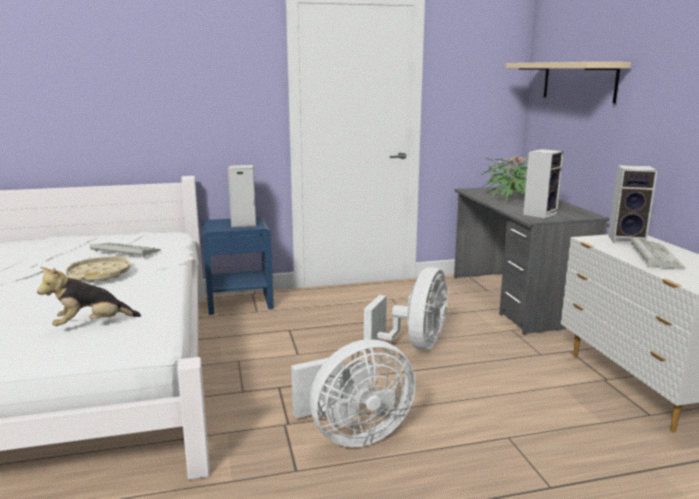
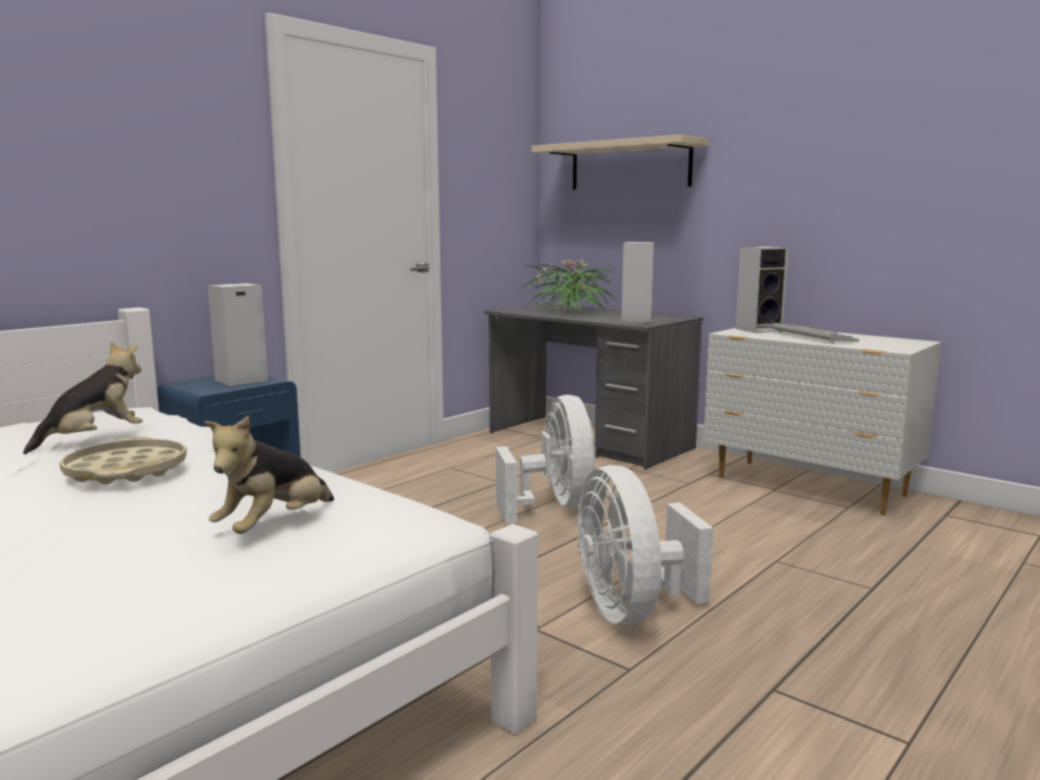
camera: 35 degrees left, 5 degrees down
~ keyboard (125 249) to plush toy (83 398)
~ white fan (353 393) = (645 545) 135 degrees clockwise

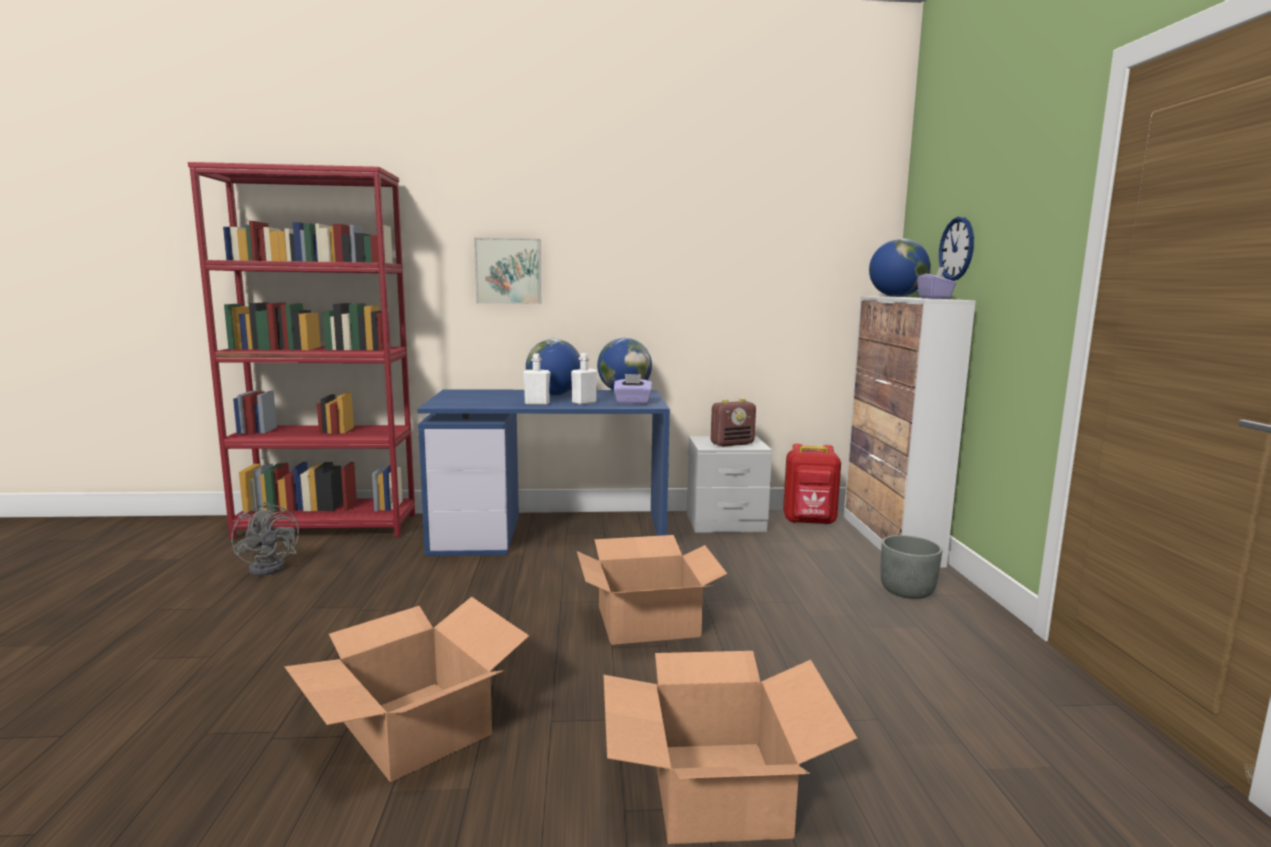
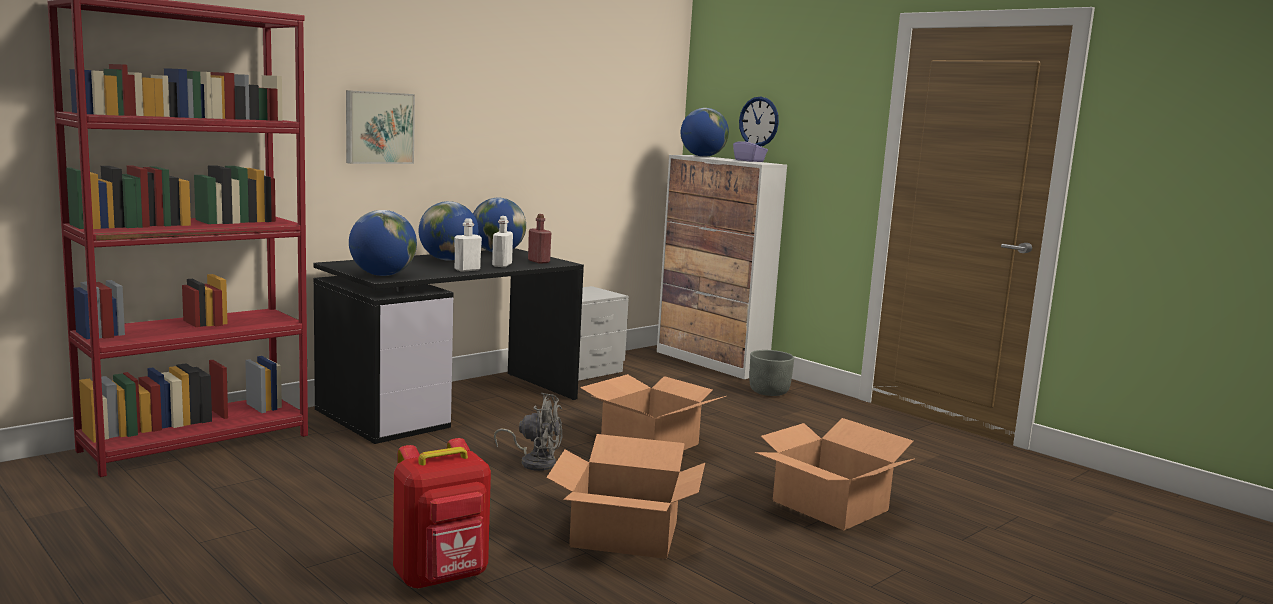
camera: 40 degrees left, 0 degrees up
~ blue desk (543 472) to black desk (448 346)
+ globe (383 243)
~ red backpack (812 484) to (442 513)
~ grey fan (265 539) to (528 432)
~ purple tissue box (633 389) to red bottle (539 239)
- radio (733 422)

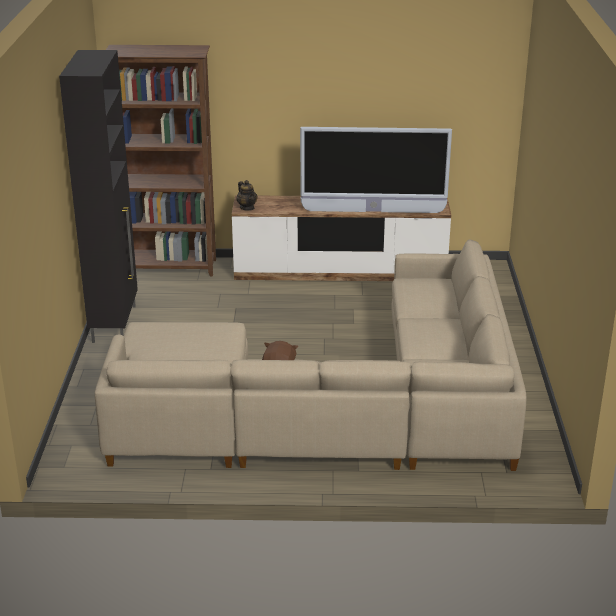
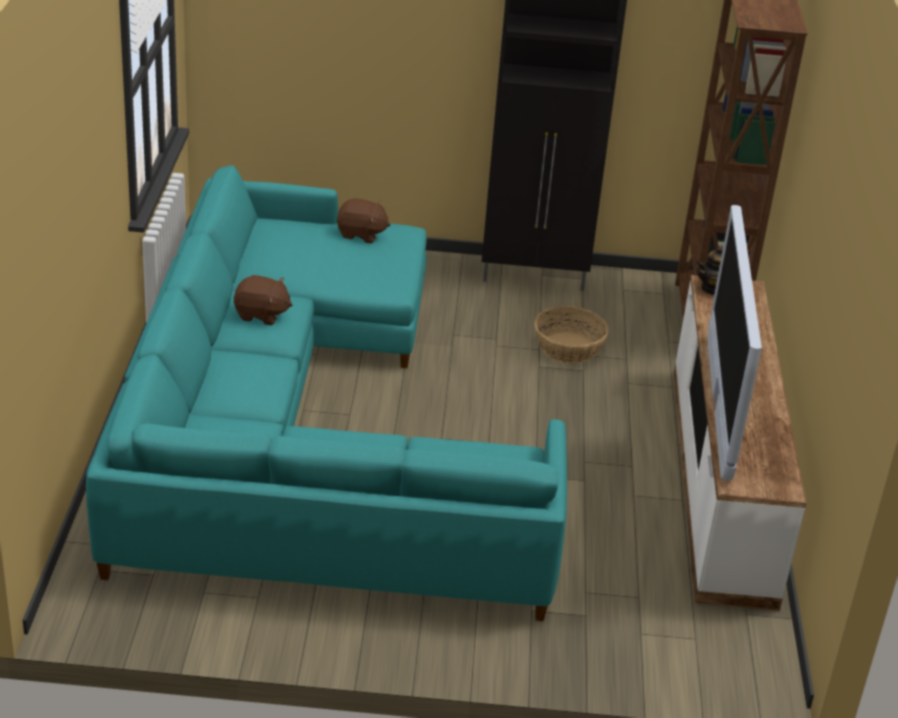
camera: 90 degrees right, 5 degrees up
~ beige sofa (310 355) to turquoise sofa (326 393)
+ brown plush toy (363 220)
+ basket (571 335)

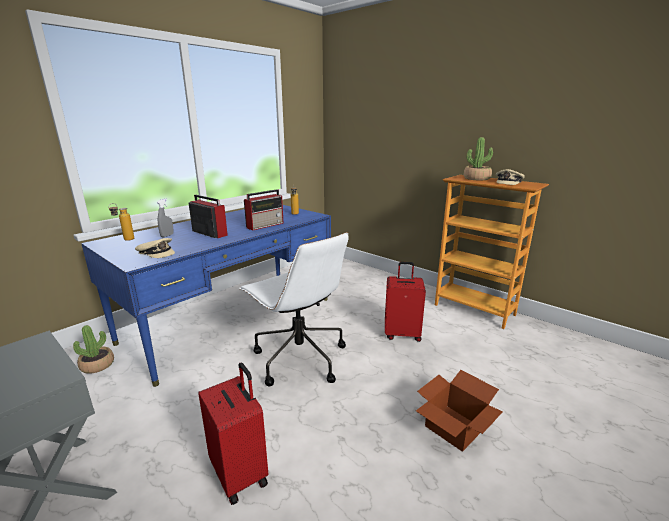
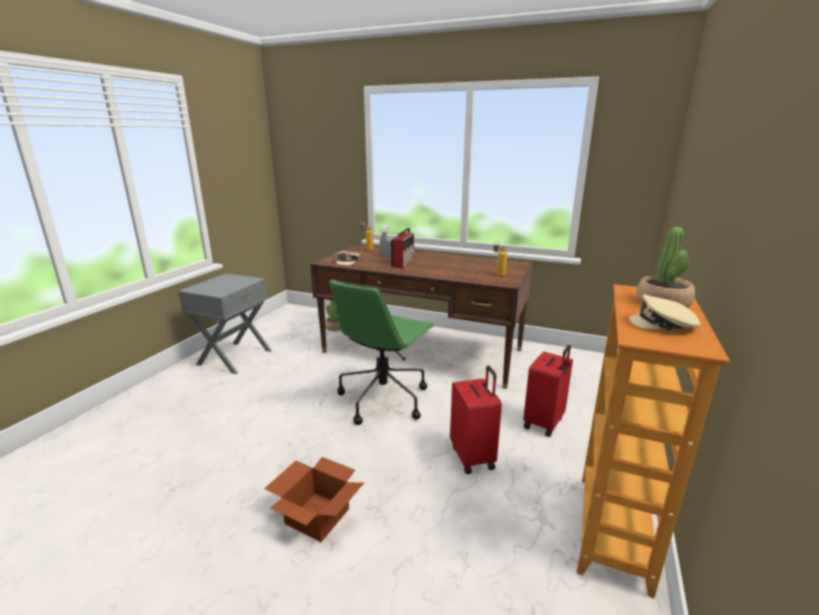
camera: 70 degrees right, 0 degrees up
~ blue desk (206 296) to brown desk (421 316)
~ white office chair (294 309) to green office chair (382 352)
~ red suitcase (233 433) to (548 391)
- radio (263 209)

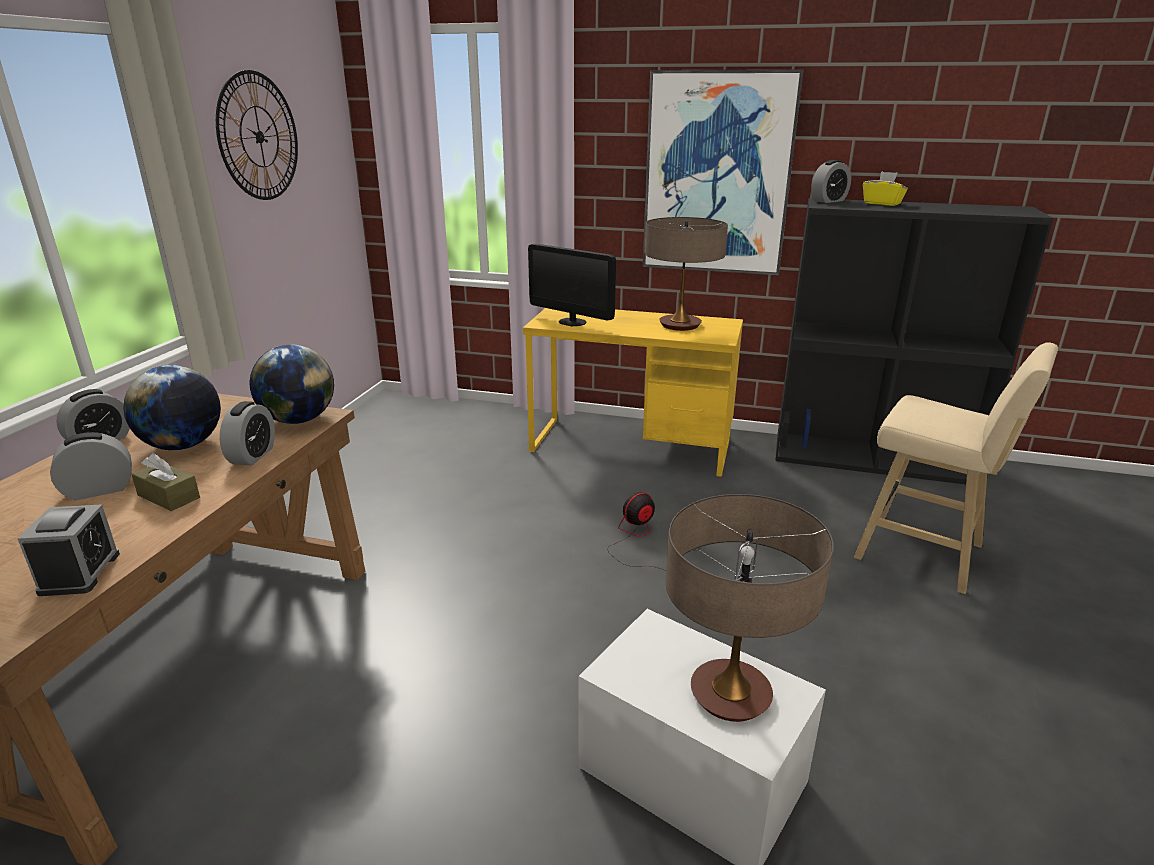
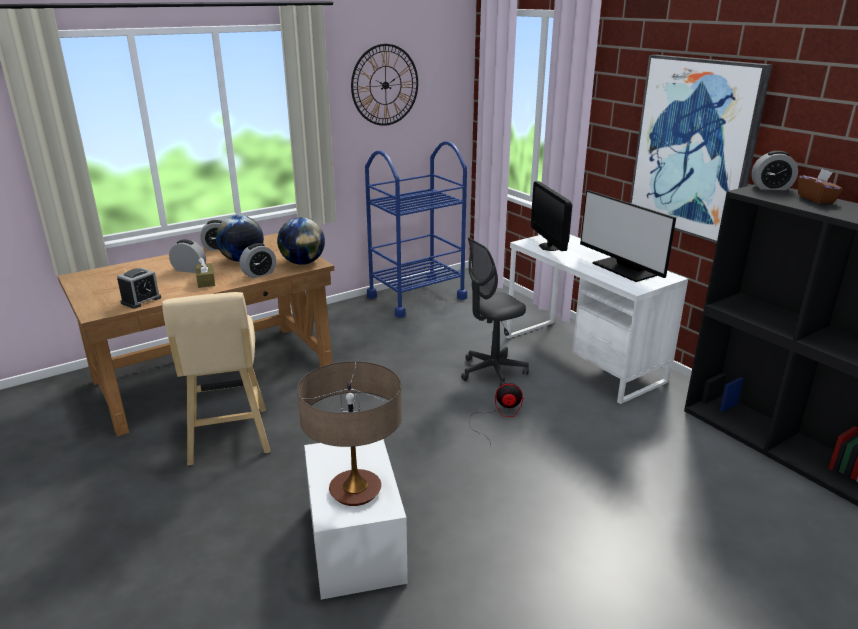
camera: 40 degrees right, 0 degrees up
~ beige stool (956 468) to (216 378)
+ blue cart (416 229)
+ grey office chair (495 312)
~ yellow desk (633 392) to white desk (597 319)
~ table lamp (686 274) to monitor (628 236)
~ yellow tissue box (885 188) to brown tissue box (820 186)

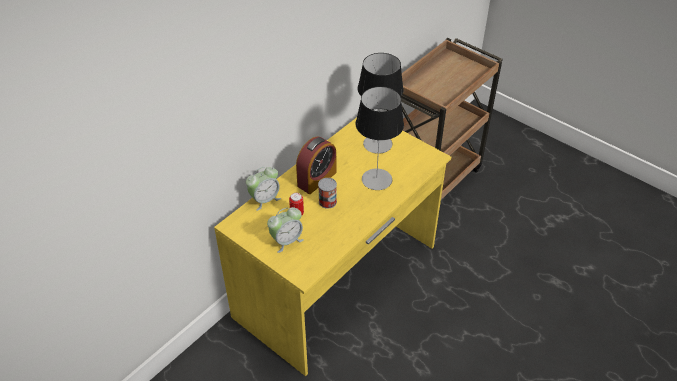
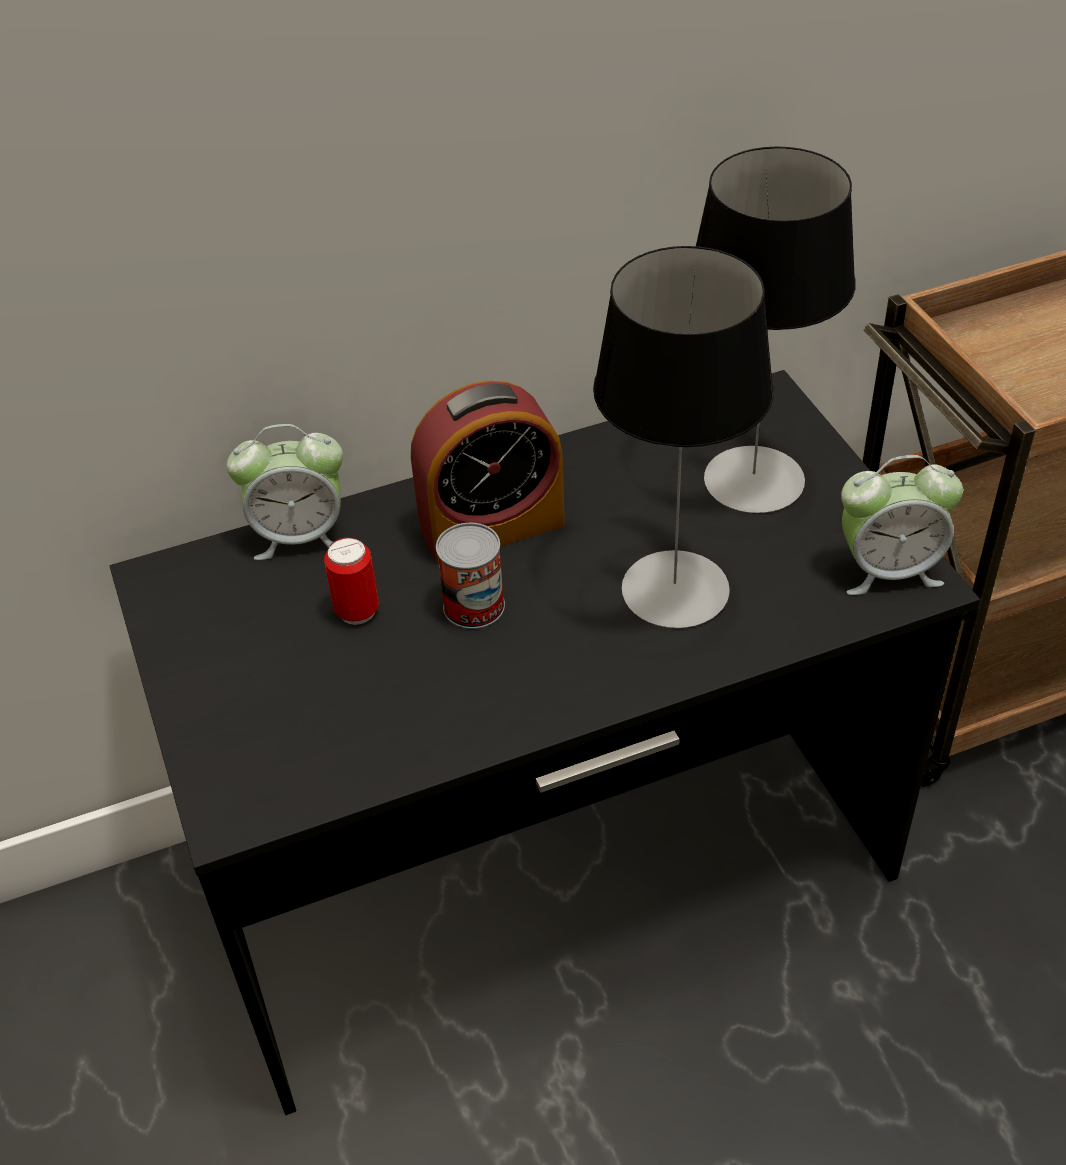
camera: 30 degrees right, 0 degrees up
~ yellow desk (332 247) to black desk (545 742)
~ alarm clock (285 230) to (902 525)

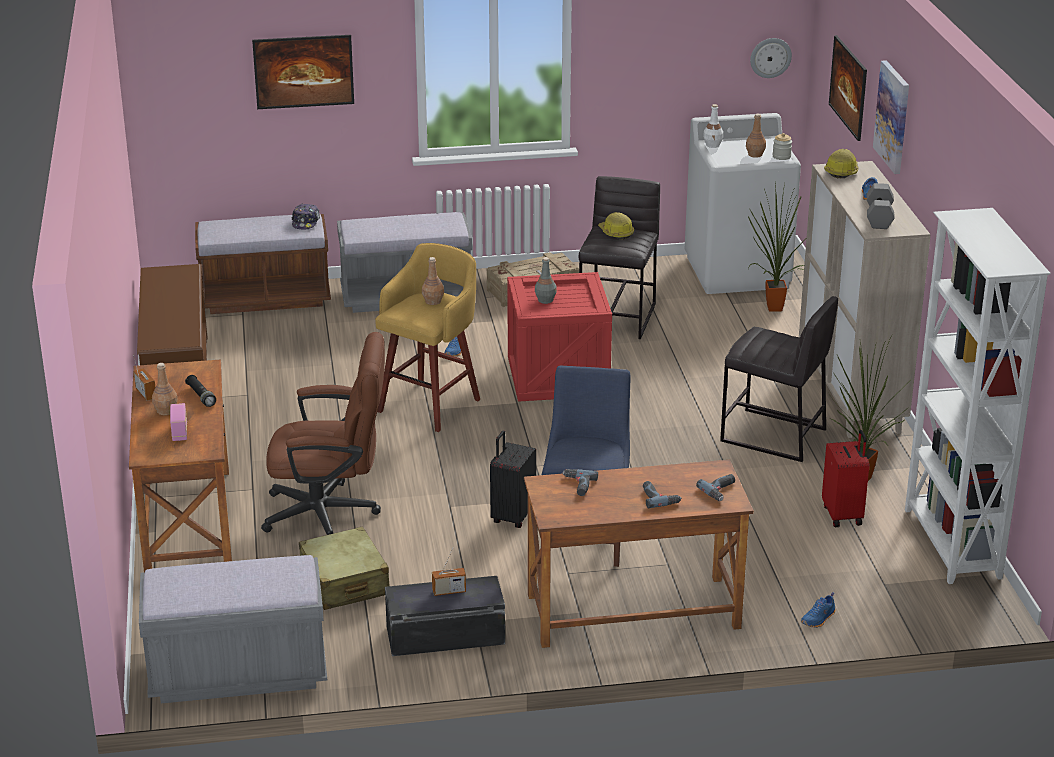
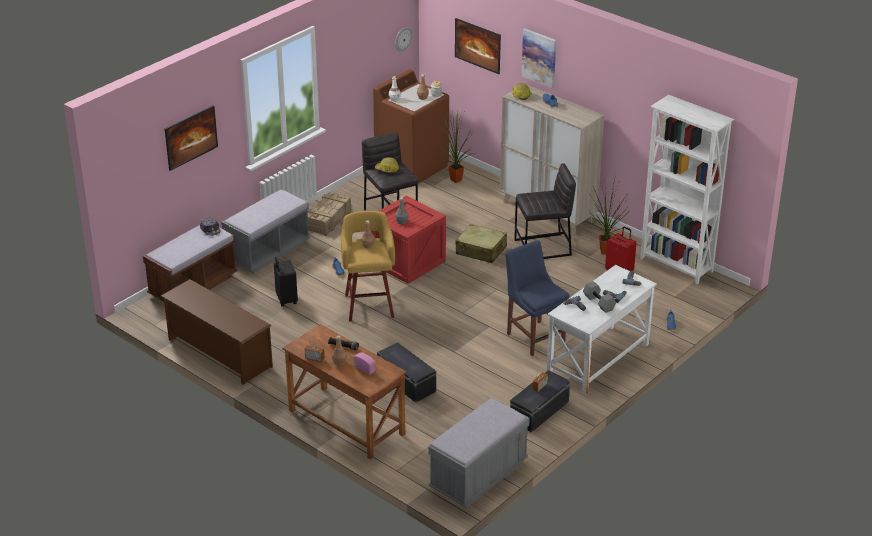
camera: 40 degrees left, 5 degrees up
~ black suitcase (513 479) to (286 281)
~ white washing machine (742 203) to brown washing machine (411 126)
~ brown office chair (323 433) to black storage box (406 372)
~ beige suitcase (344 568) to (481 243)
~ brown desk (639 554) to white desk (602 330)
~ grey dumbbell (881 206) to (599 297)

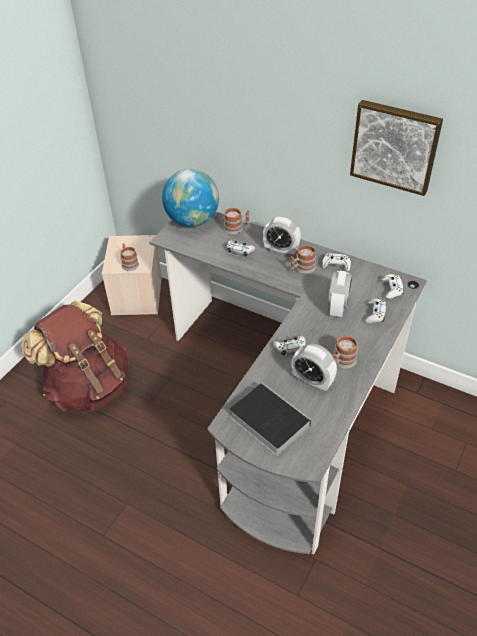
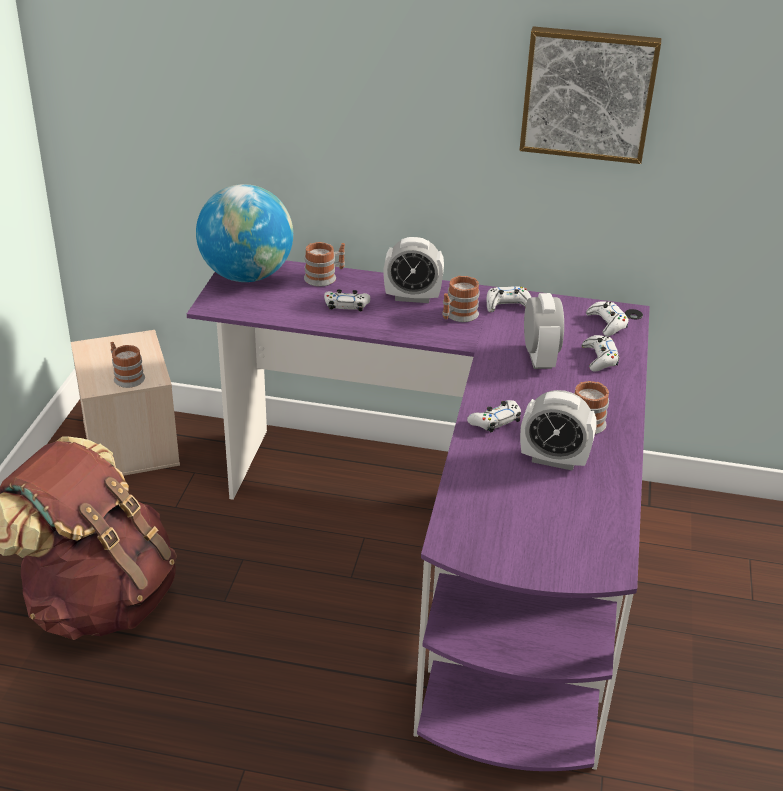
camera: 20 degrees left, 10 degrees down
~ grey desk (288 383) to purple desk (418 515)
- book (270 419)

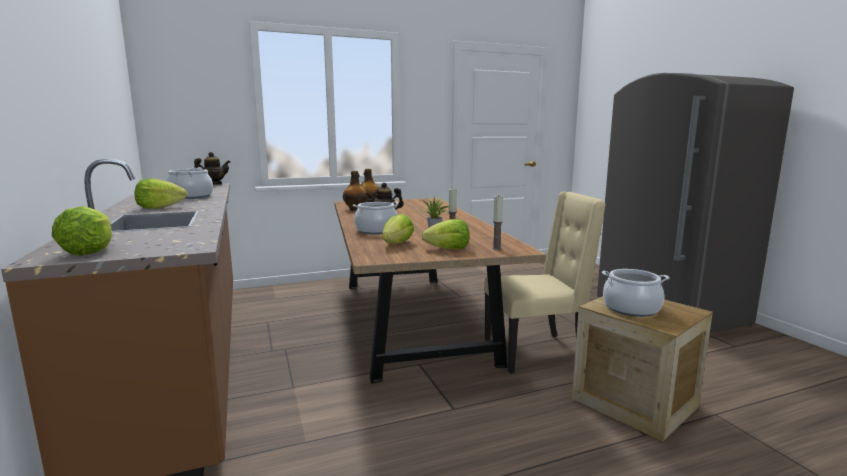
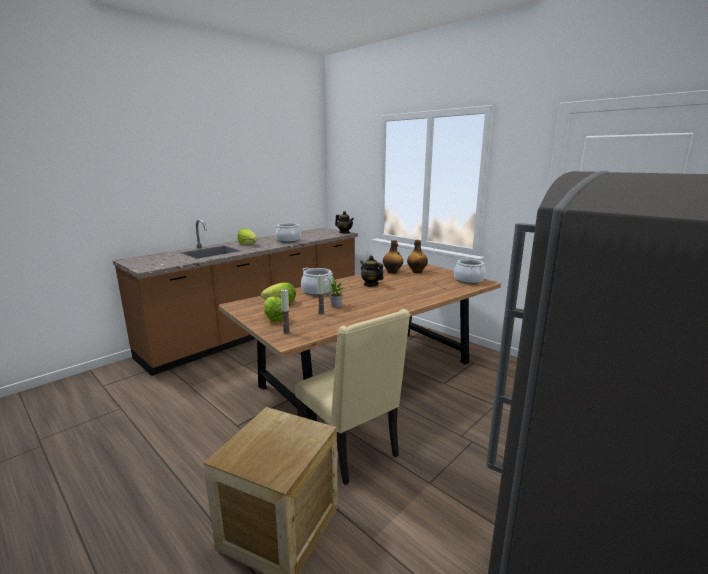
camera: 65 degrees right, 5 degrees up
~ cooking pot (635 293) to (470 271)
- lettuce (82 230)

